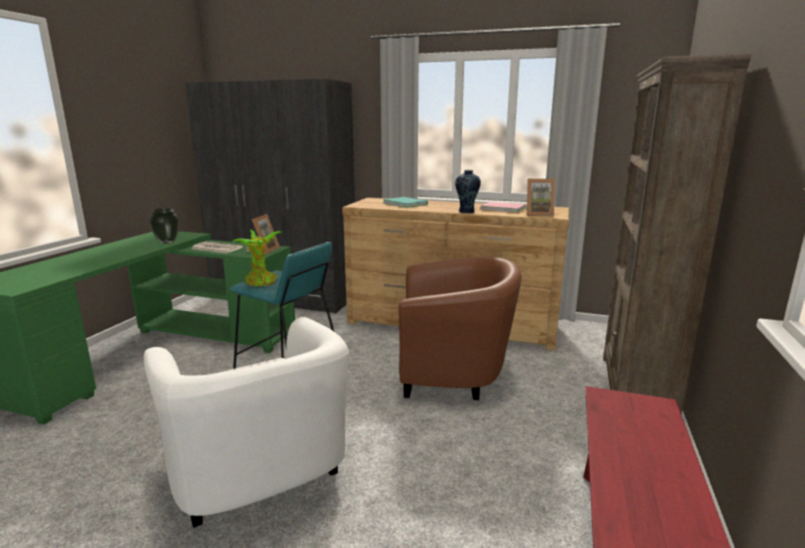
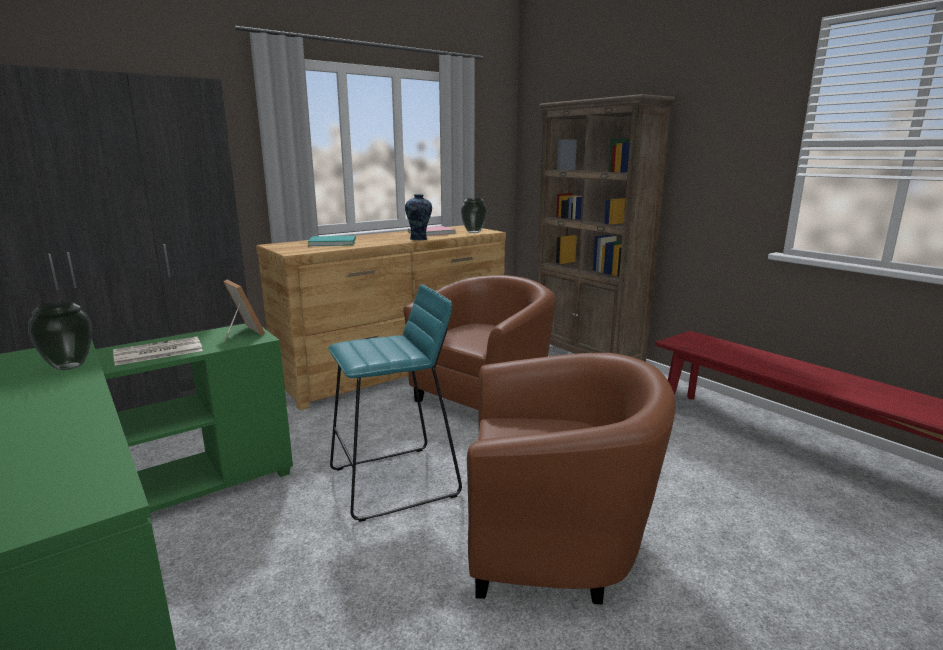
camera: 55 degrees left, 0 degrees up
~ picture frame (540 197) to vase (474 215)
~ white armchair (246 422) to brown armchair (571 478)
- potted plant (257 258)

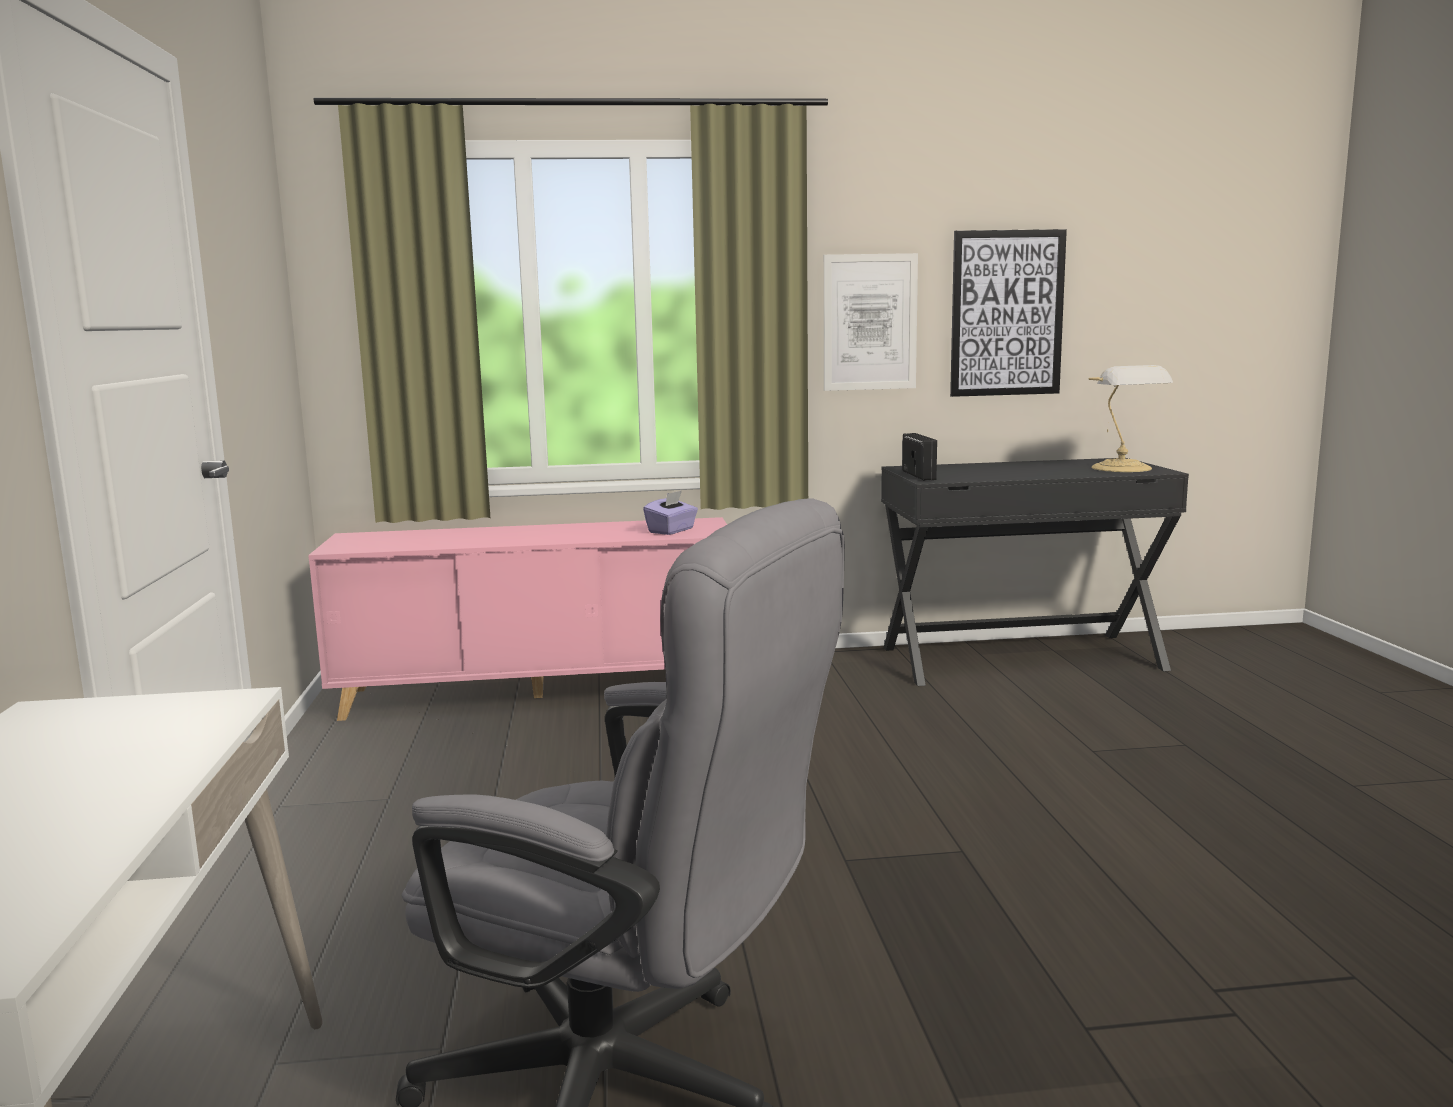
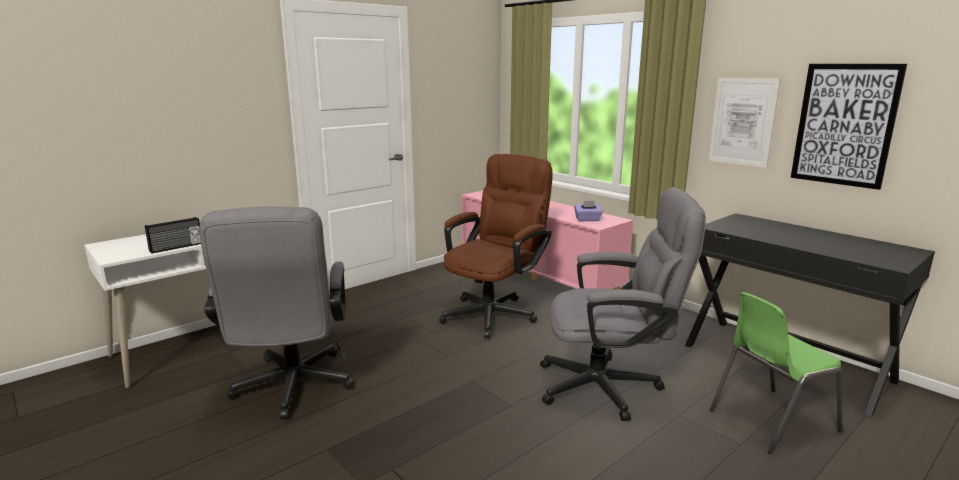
camera: 55 degrees right, 5 degrees up
~ radio (919 456) to (173 235)
+ brown office chair (496 246)
+ grey office chair (623 304)
+ green chair (776 373)
- table lamp (1130 418)

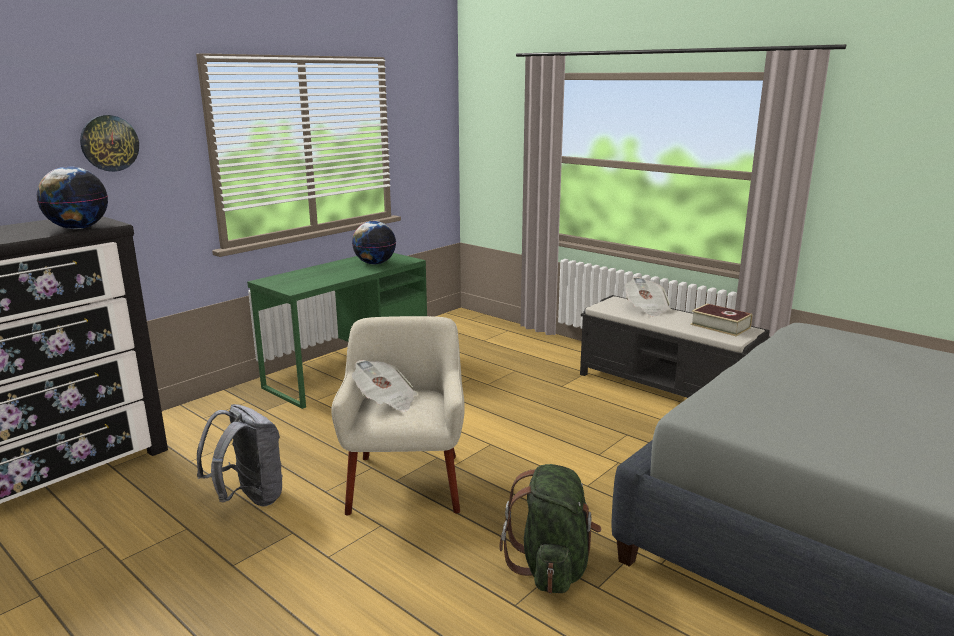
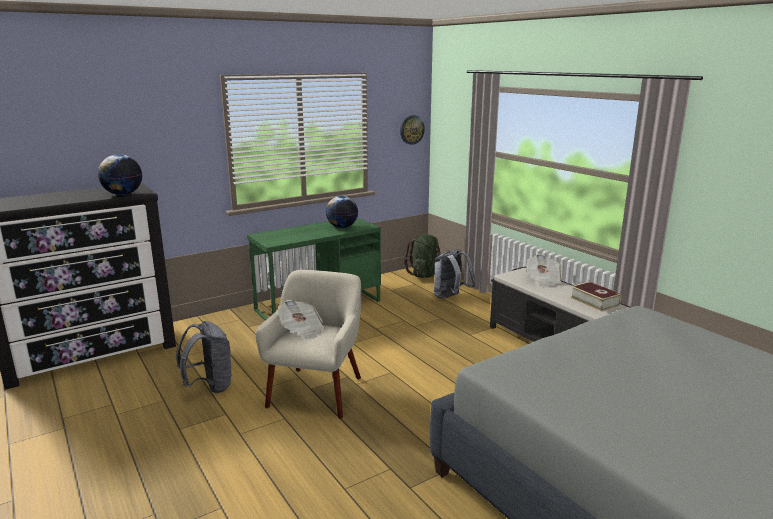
camera: 15 degrees right, 0 degrees up
~ wall clock (109 143) to (412 130)
~ green backpack (550 528) to (422 256)
+ grey backpack (455 274)

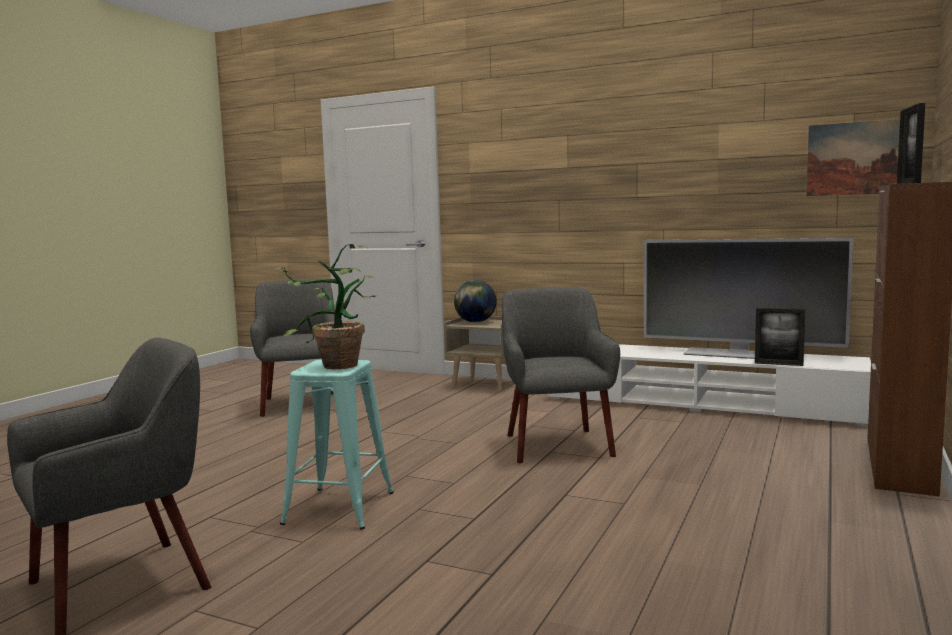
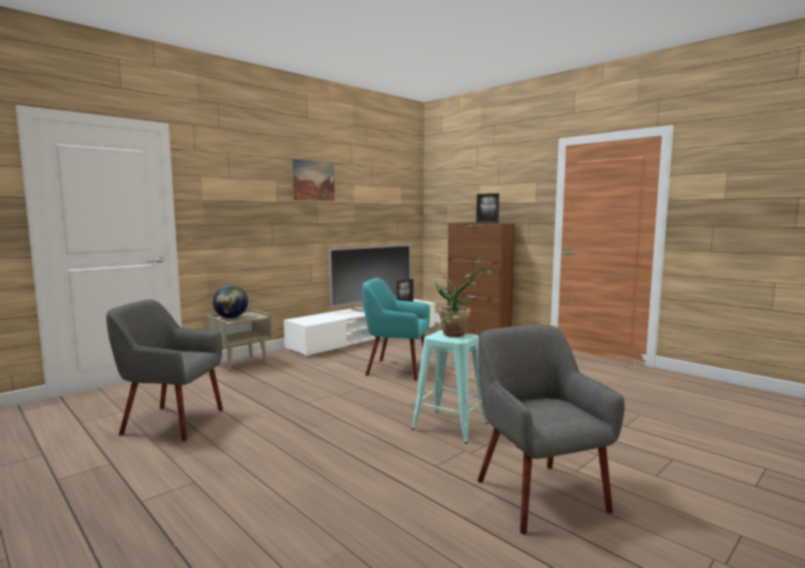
camera: 70 degrees left, 0 degrees up
~ picture (853 157) to (313 180)
~ grey armchair (561 375) to turquoise armchair (396 329)

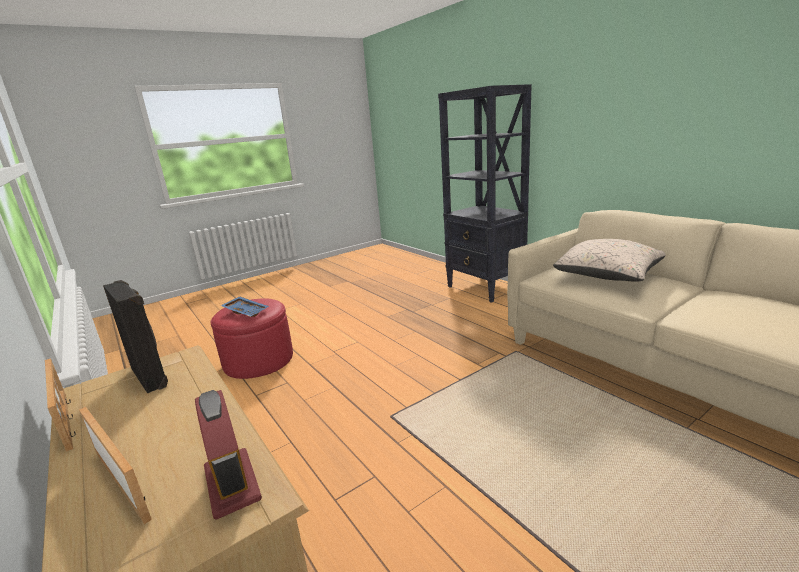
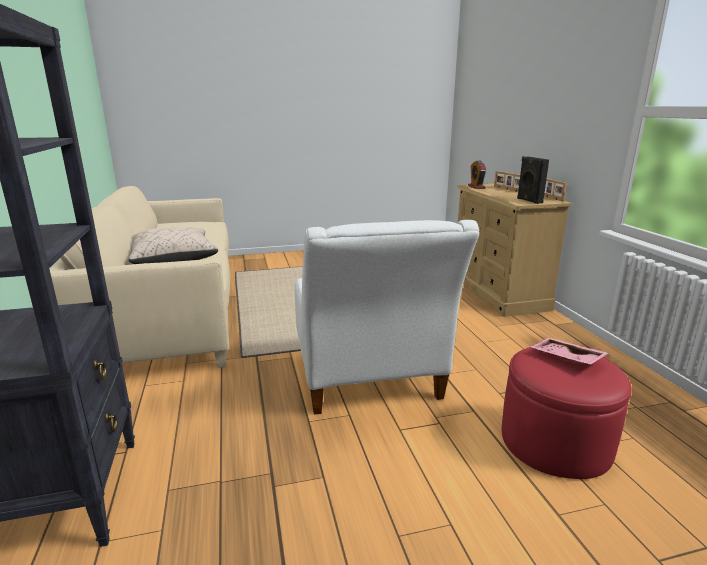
camera: 160 degrees left, 0 degrees up
+ white armchair (387 317)
~ blue tray (245 306) to pink tray (569 351)

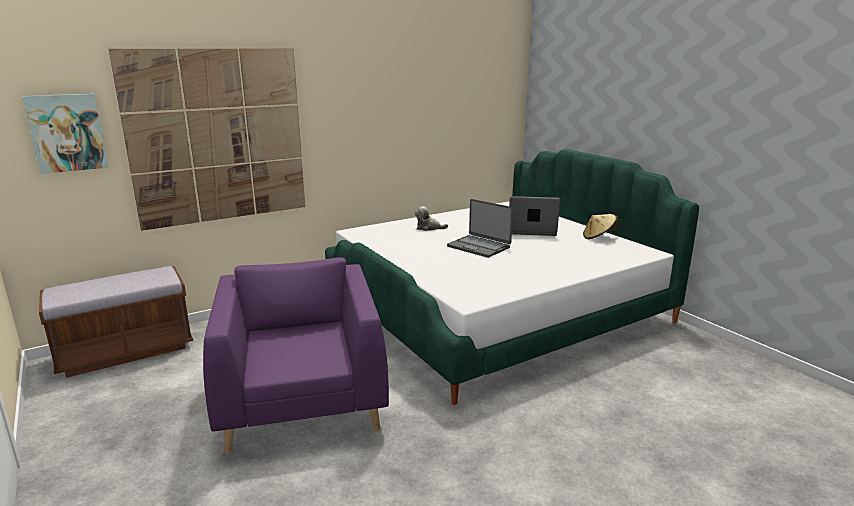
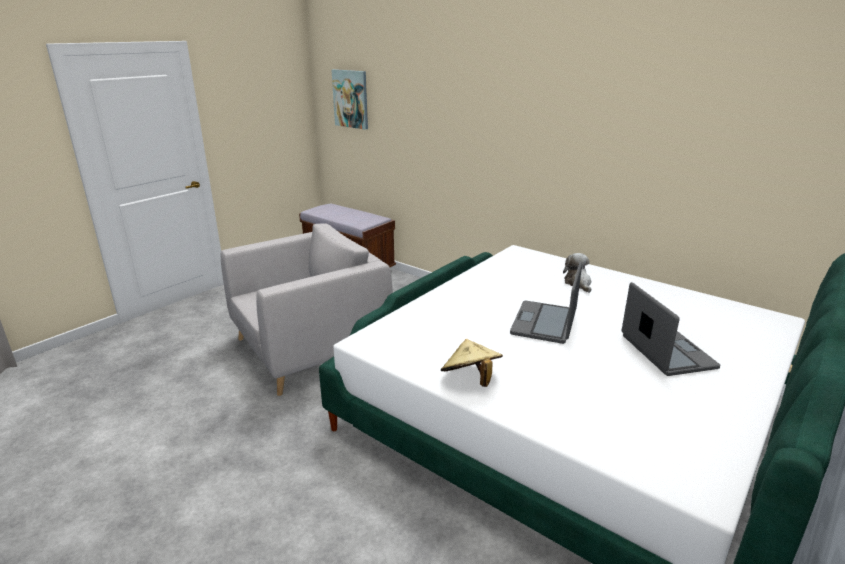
camera: 70 degrees right, 5 degrees up
~ purple armchair (296 355) to grey armchair (307 309)
~ beige hat (600 226) to (472 363)
- picture (207 140)

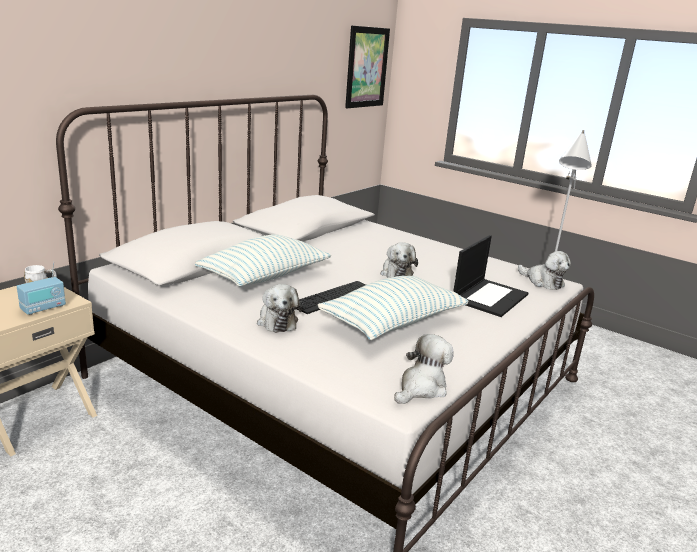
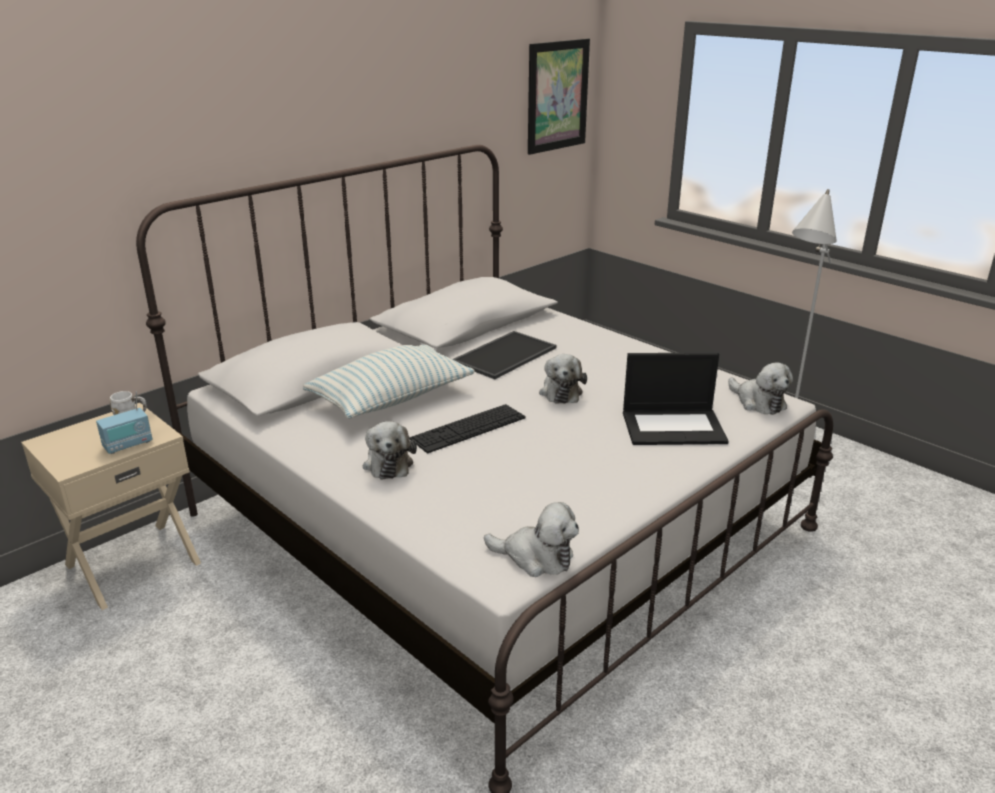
camera: 10 degrees right, 5 degrees up
+ tray (505 355)
~ plush toy (424 369) = (531 539) 60 degrees clockwise
~ laptop (491 276) = (676 398) 45 degrees clockwise
- pillow (392 308)

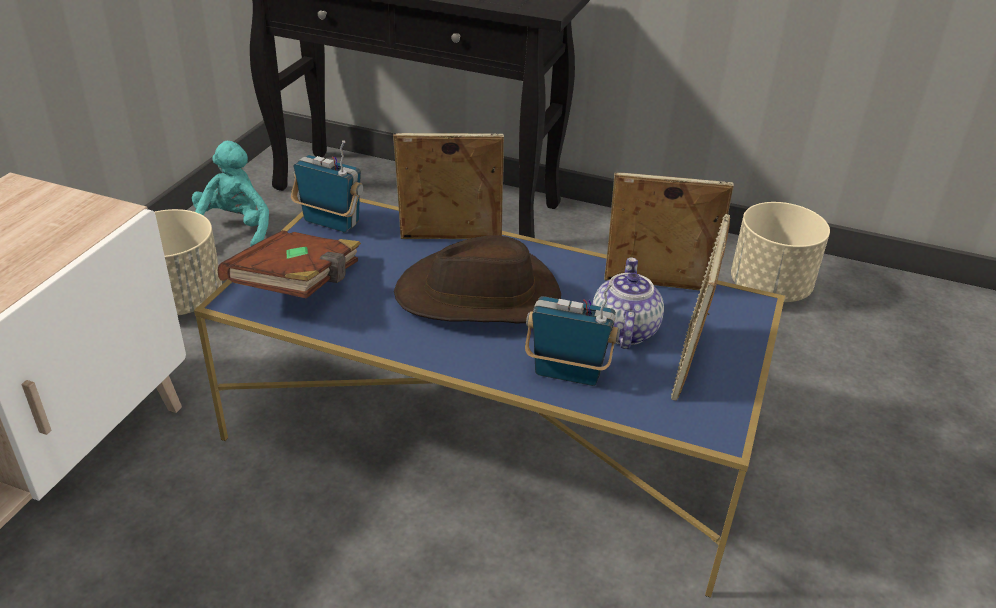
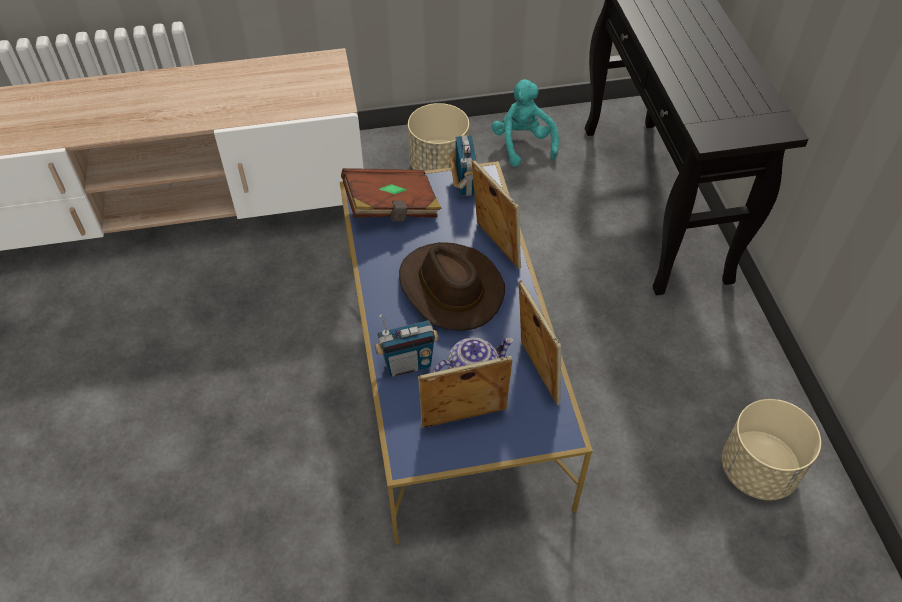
camera: 60 degrees right, 15 degrees up
~ radio (572 334) = (406 346) 90 degrees clockwise
~ turquoise plush toy (230 194) = (525 123) 75 degrees counterclockwise

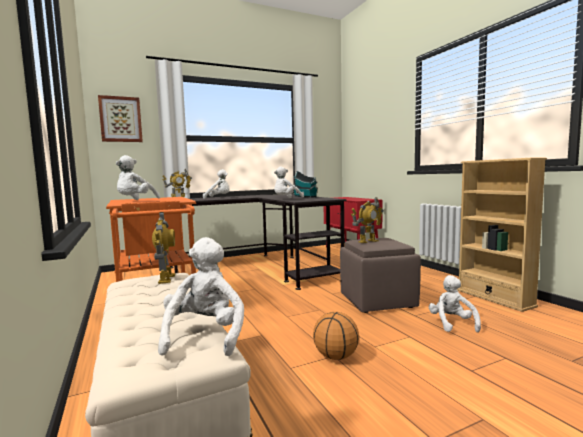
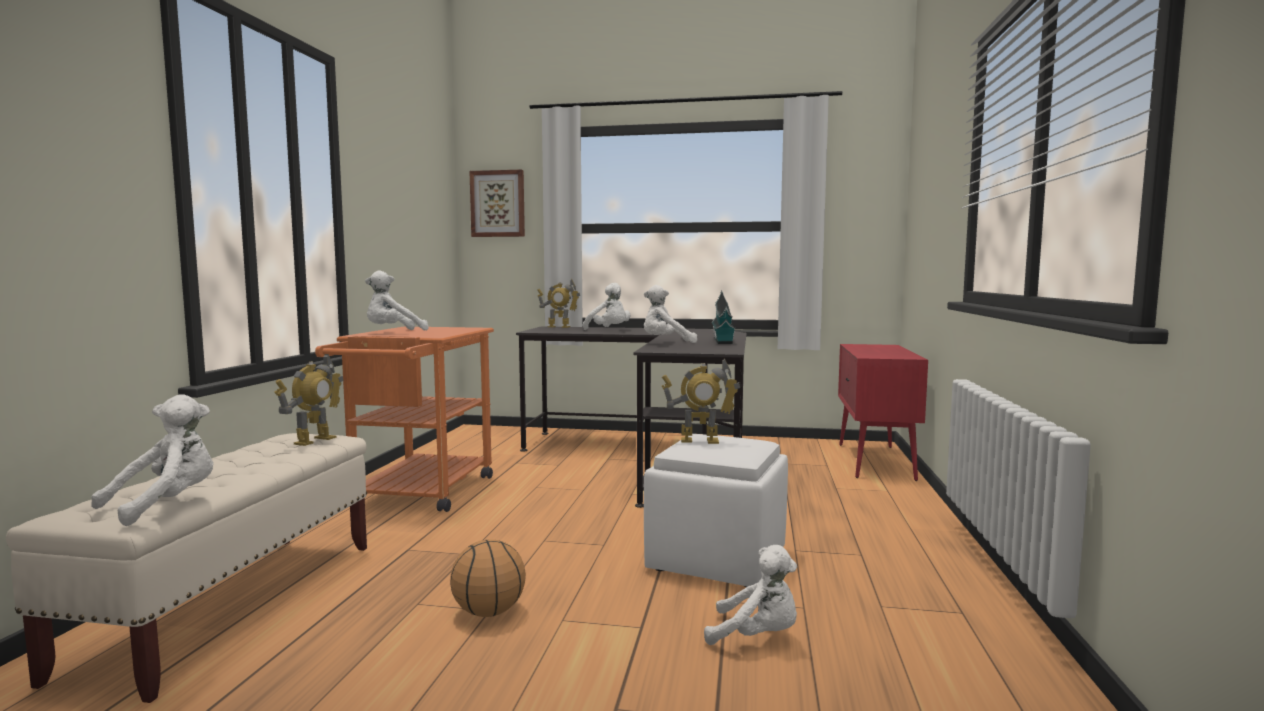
camera: 35 degrees right, 0 degrees up
~ brown ottoman (380 275) to white ottoman (716 510)
~ white plush toy (455 304) = (750 595) 75 degrees clockwise
- beige bookcase (502 235)

